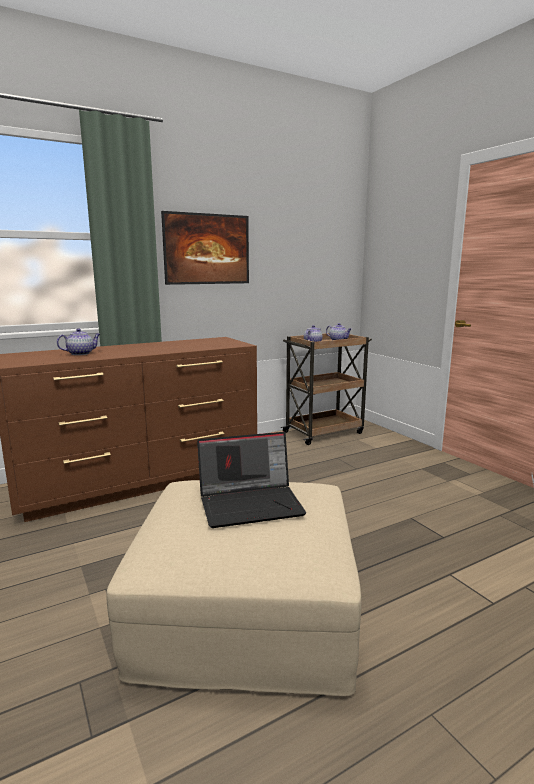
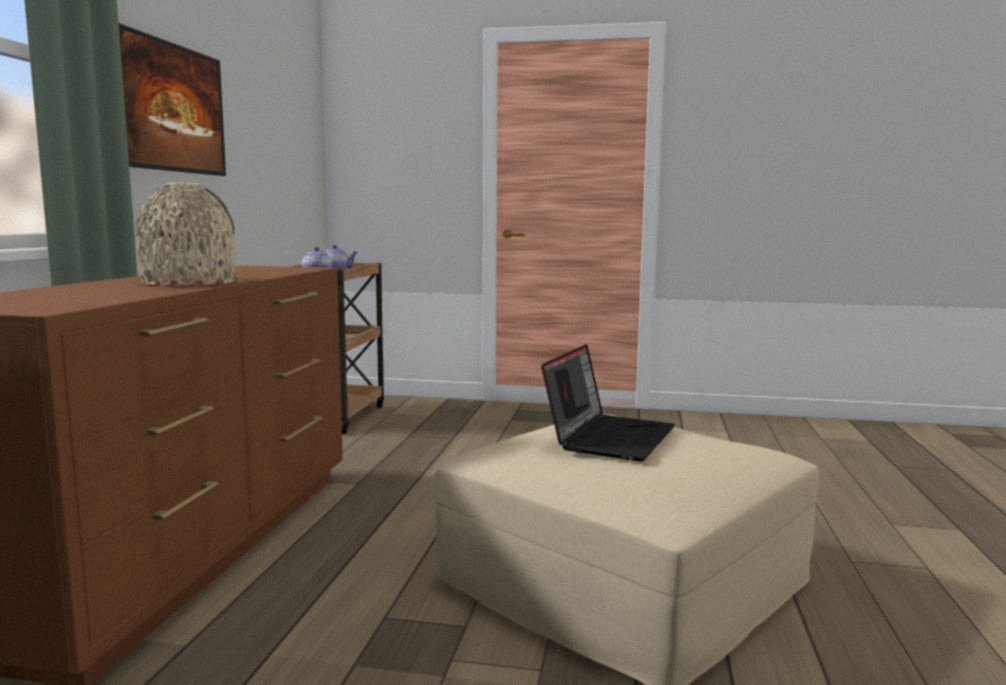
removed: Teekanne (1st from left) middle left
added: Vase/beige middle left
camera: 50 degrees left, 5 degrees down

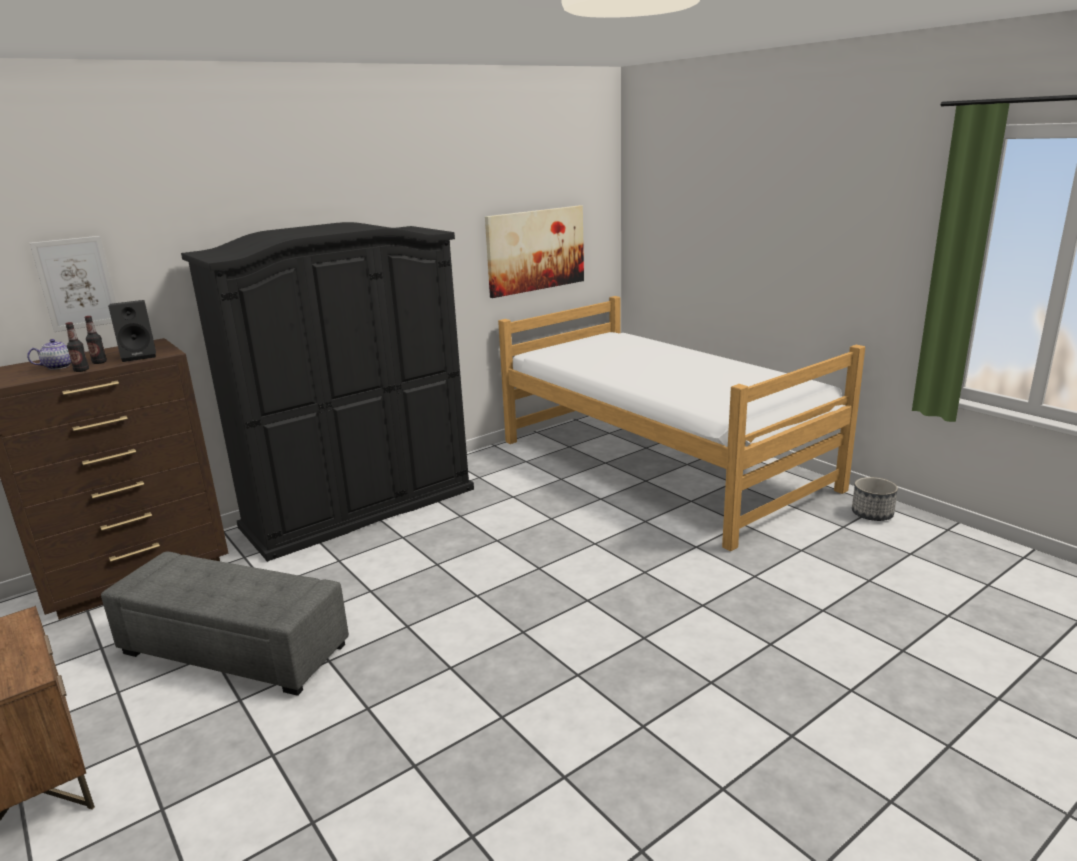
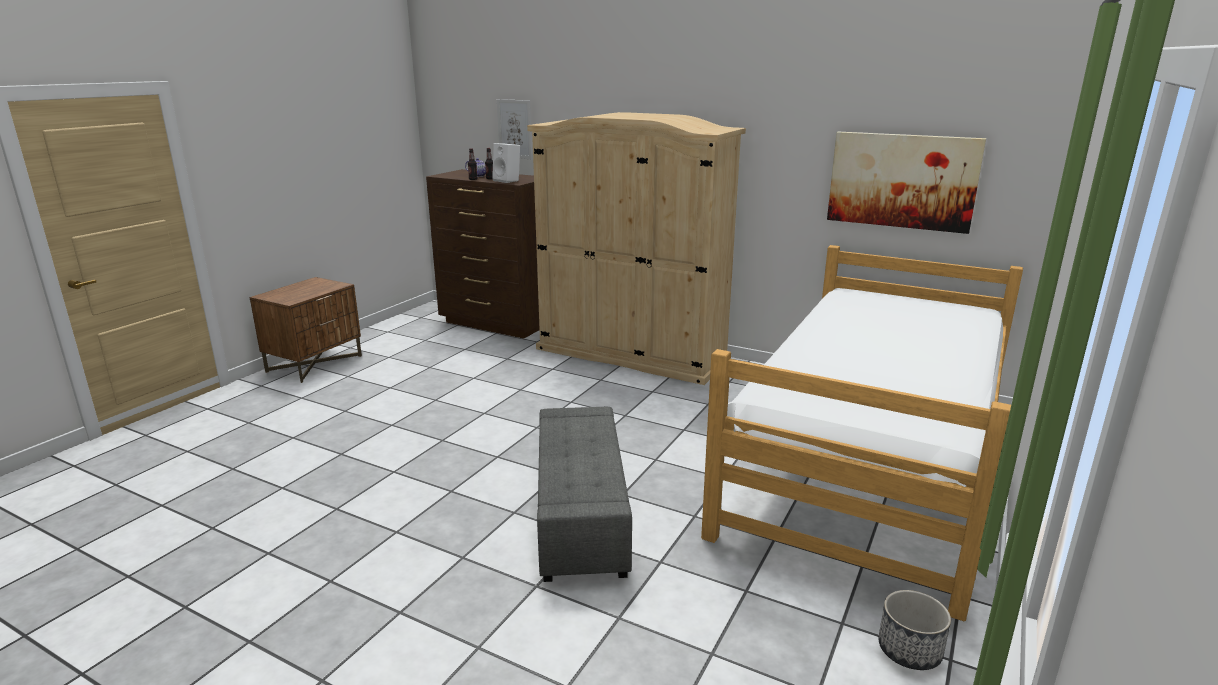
moved: Polsterhocker/grau bottom left to bottom centre
recoloured: Lautsprecher/schwarz middle left to Lautsprecher/weiß top centre; Kleiderschrank/schwarz middle left to Kleiderschrank/beige centre
camera: 65 degrees right, 0 degrees up

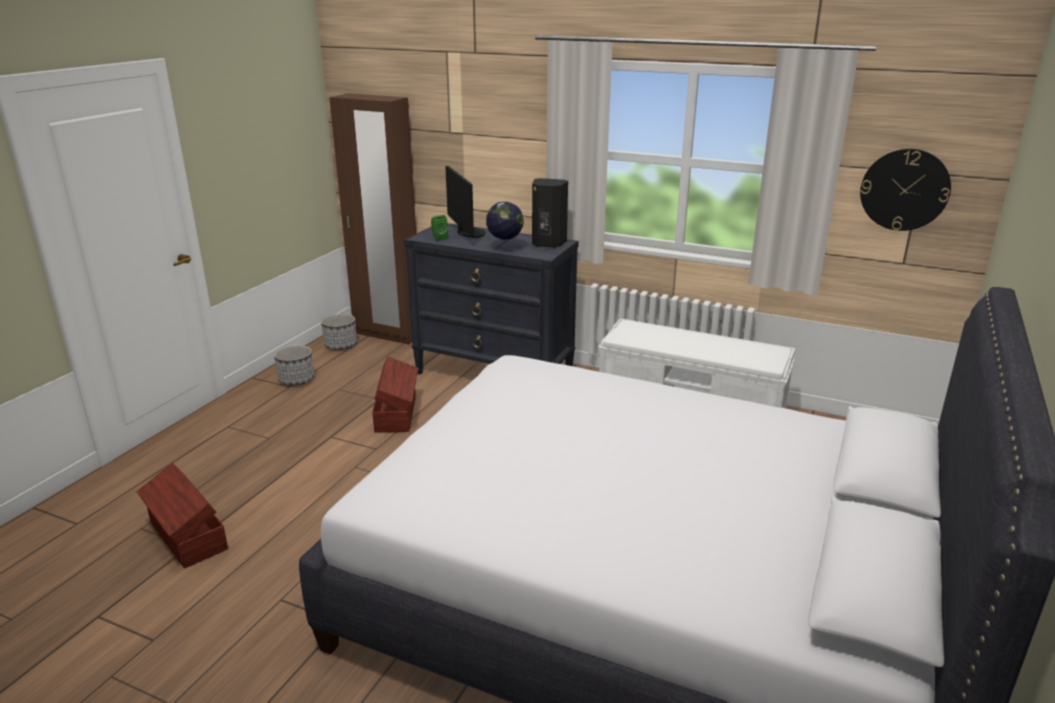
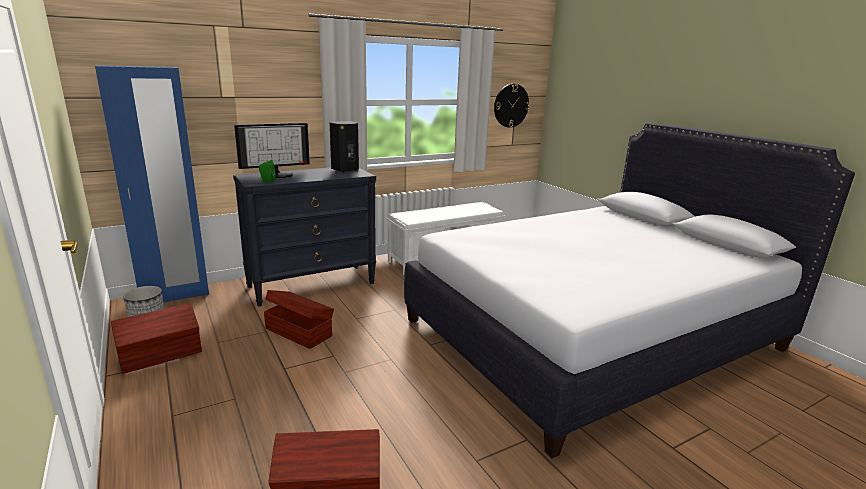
removed: Globus top centre
replaced: Pflanzkübel (1st from left) middle left to Aufbewahrungsbox/braun (1st from left) bottom left
recoloured: Kleiderschrank/braun top centre to Kleiderschrank/blau middle left
turned: Monitor top centre = top left 135 degrees clockwise
camera: 55 degrees left, 5 degrees down

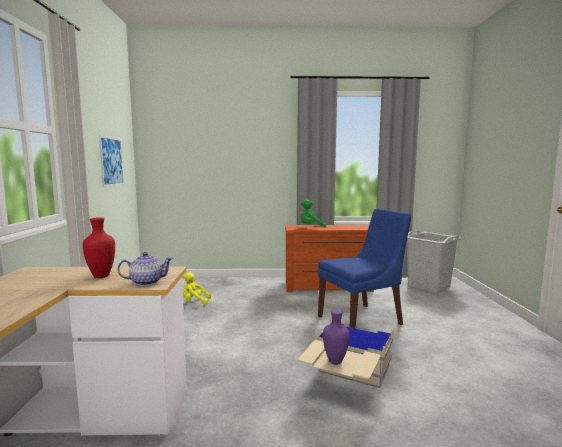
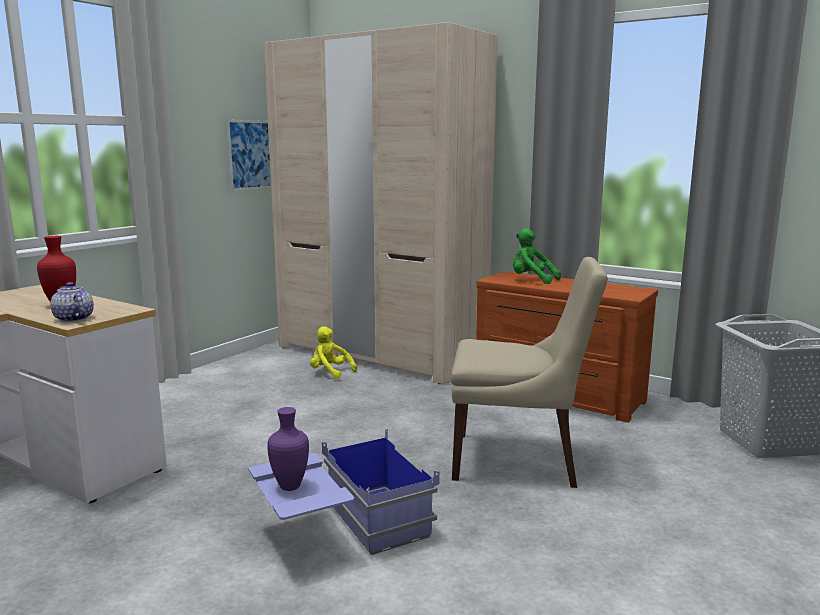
added: Kleiderschrank/beige top centre
recoloured: Aufbewahrungsbox/beige bottom centre to Aufbewahrungsbox/blau bottom centre; Stuhl/blau centre to Stuhl/beige centre
turned: Teekanne middle left = middle left 150 degrees counterclockwise
camera: 35 degrees right, 5 degrees up

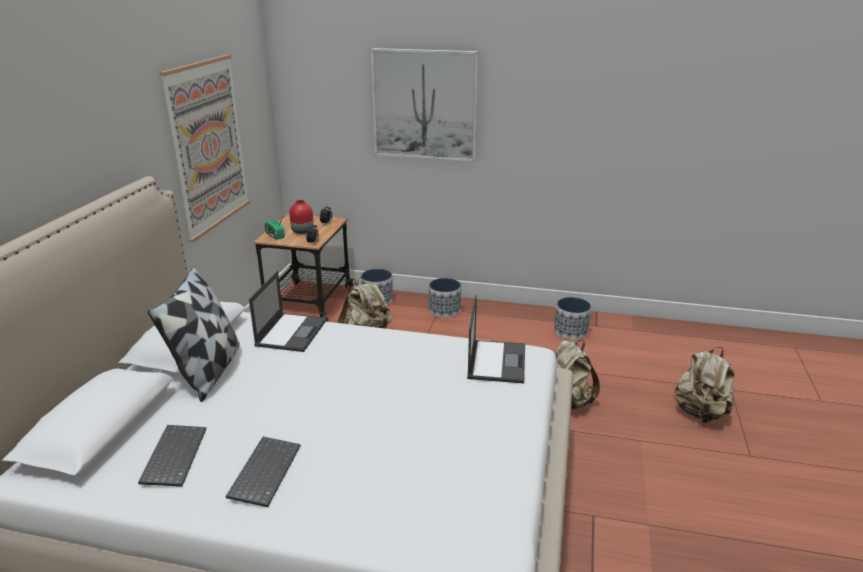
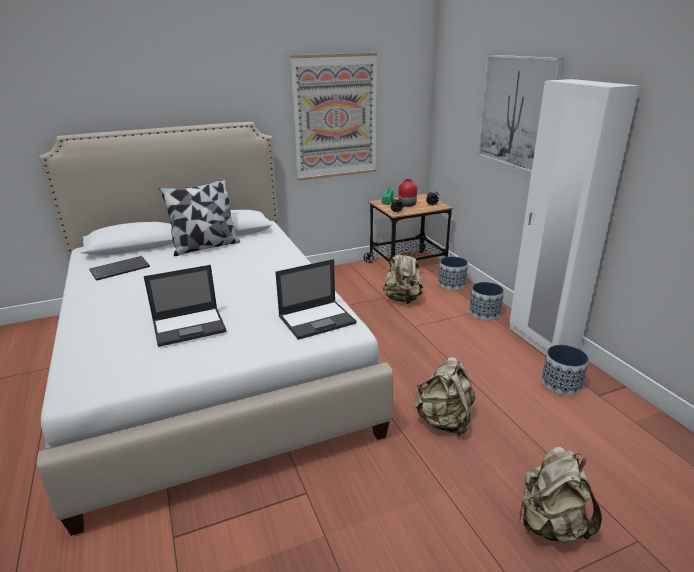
removed: Tastatur (2nd from left) bottom left
added: Kleiderschrank/weiß middle right
moved: Laptop (1st from left) centre to middle left
camera: 55 degrees right, 0 degrees up

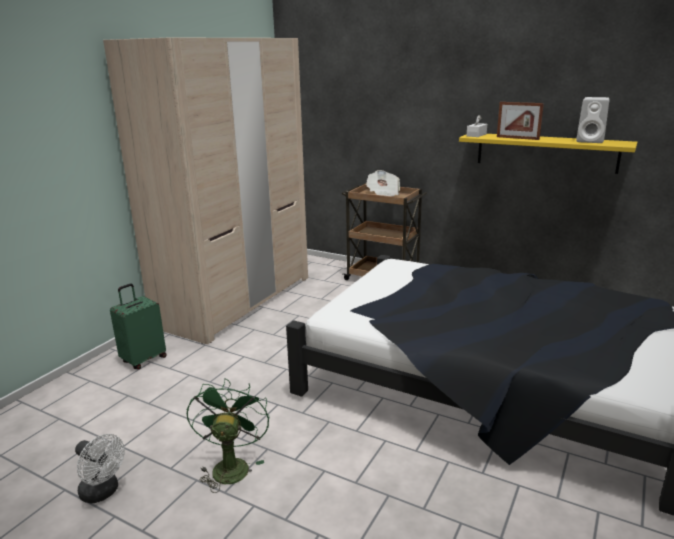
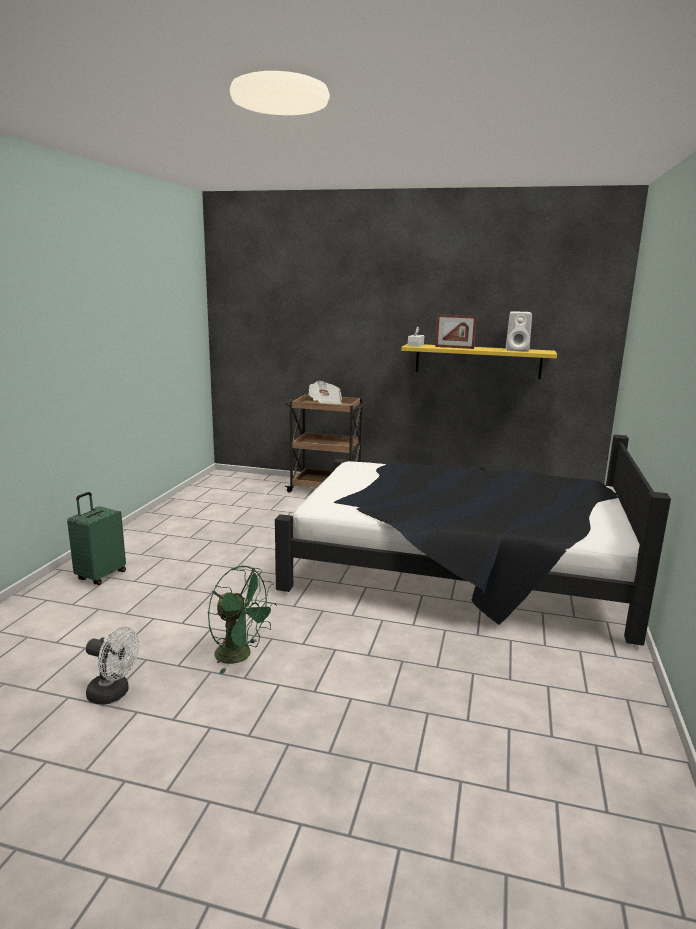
removed: Kleiderschrank/beige middle left
turned: Ventilator/grün bottom centre = bottom centre 135 degrees clockwise
camera: 15 degrees left, 5 degrees down

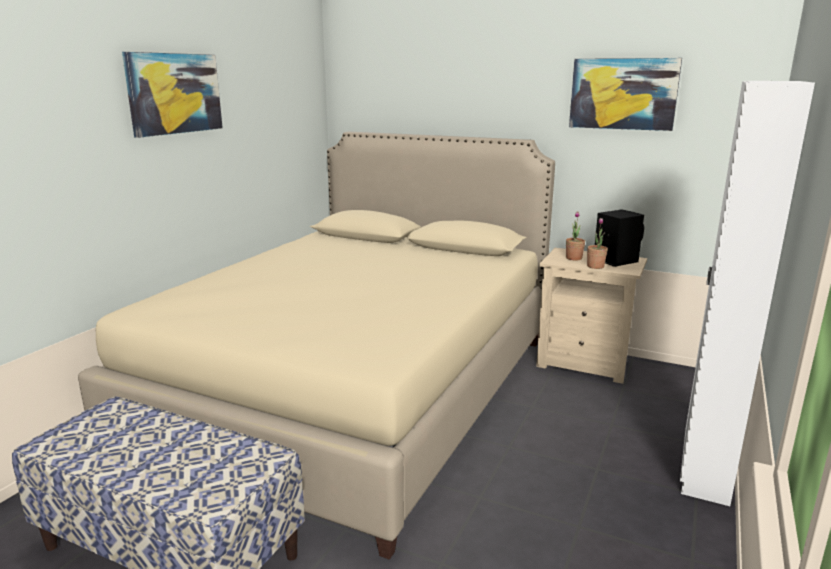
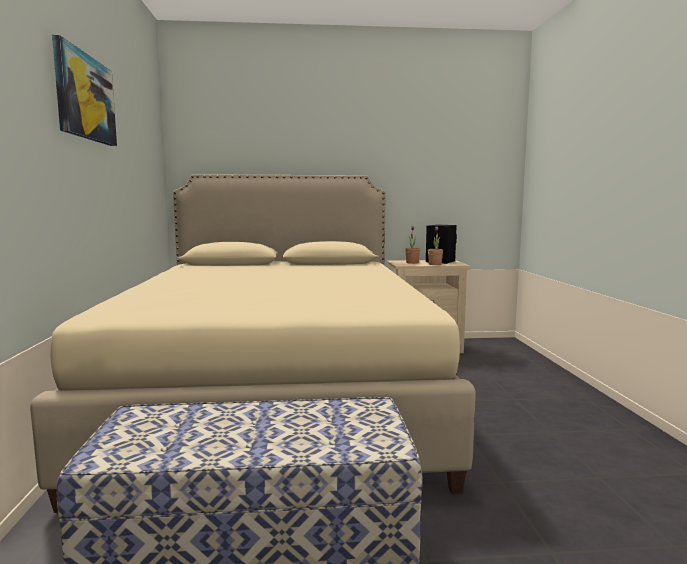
removed: Bild (2nd from left) top right; Kleiderschrank/weiß middle right
camera: 30 degrees left, 10 degrees down

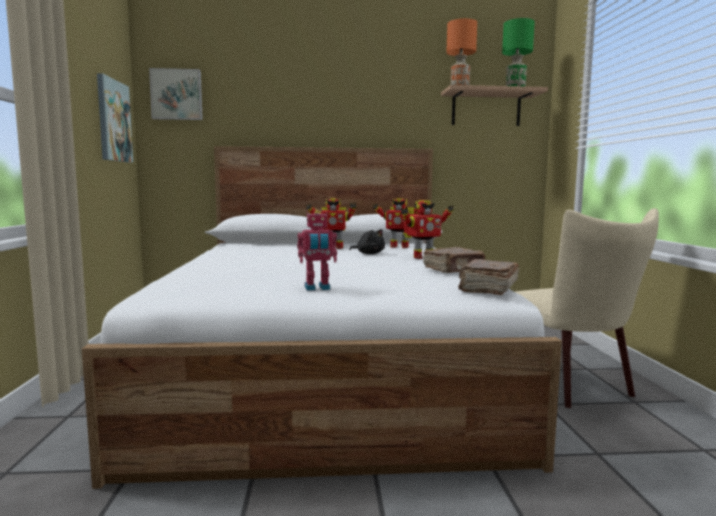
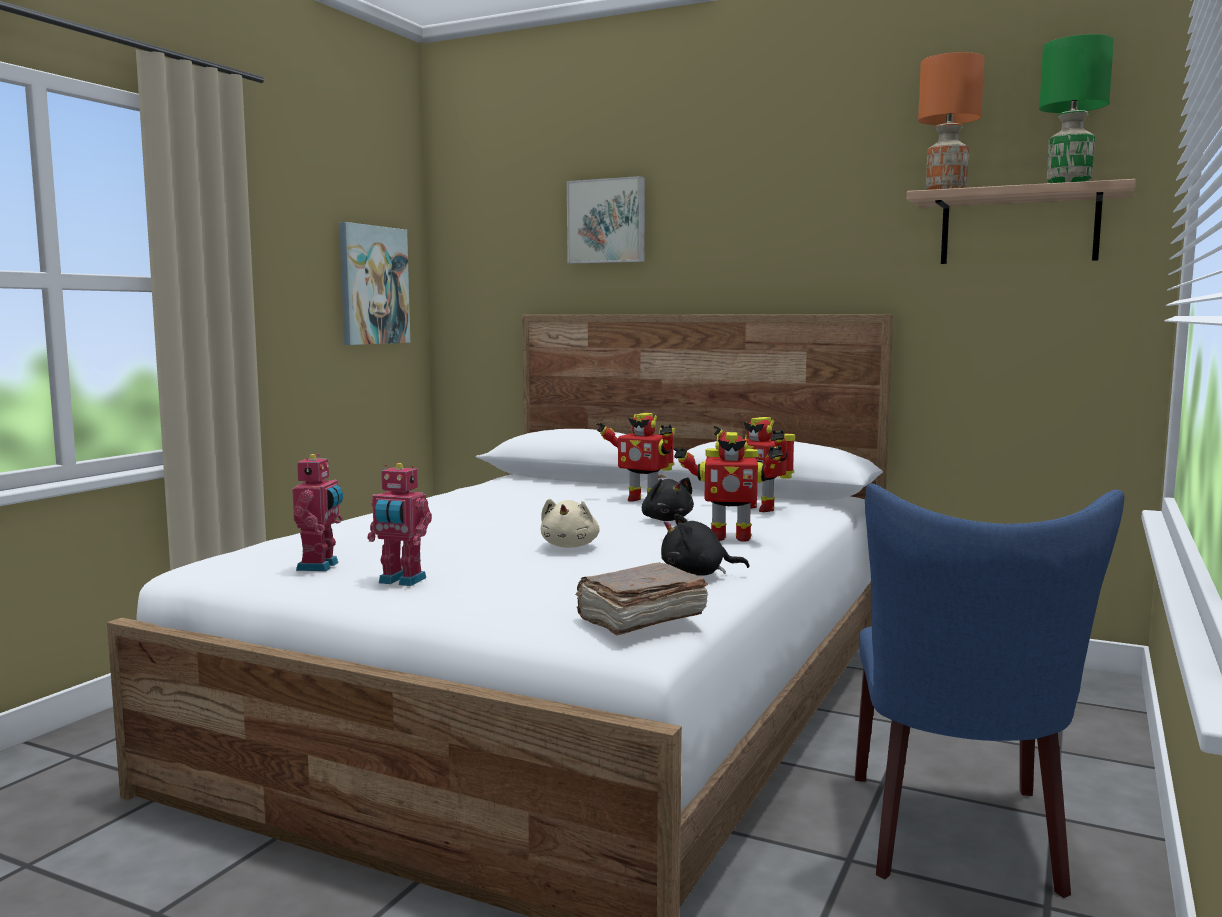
added: Spielzeugroboter (1st from left) middle left; Plüschtier/beige centre
moved: Bild (2nd from left) top left to top centre
replaced: Buch/braun (1st from left) centre to Plüschtier/schwarz (2nd from left) centre
recoloured: Stuhl/beige middle right to Stuhl/blau bottom right
camera: 30 degrees right, 0 degrees up

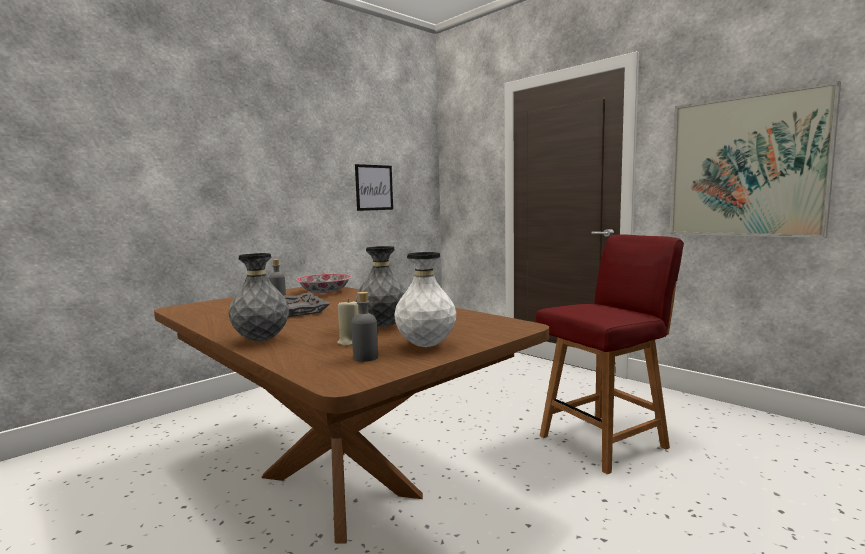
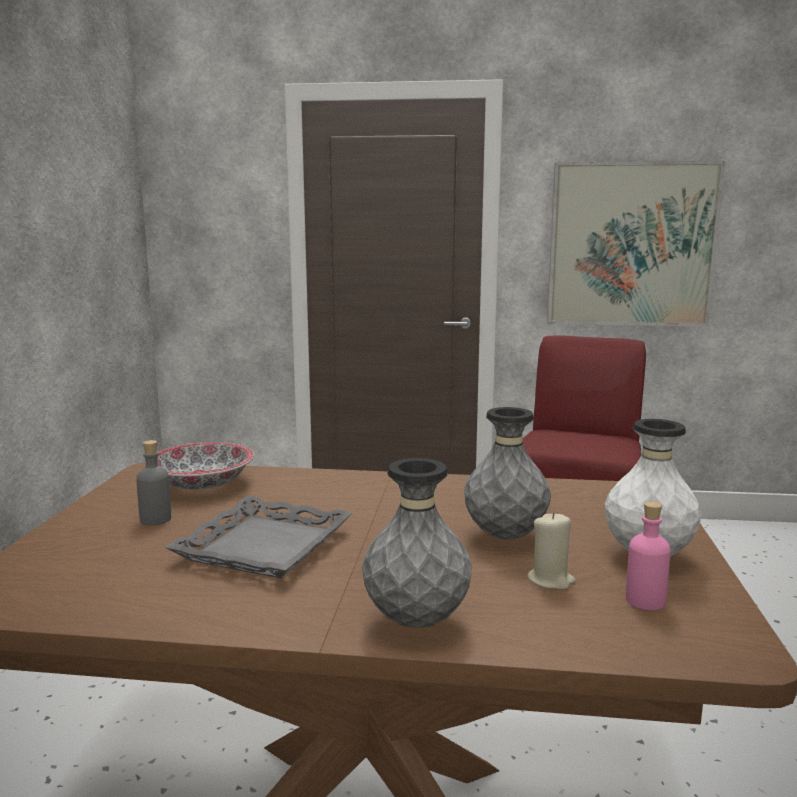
removed: Bild (1st from left) centre
recoloured: Flasche/grau (2nd from left) centre to Flasche/rosa bottom right
camera: 40 degrees left, 5 degrees up

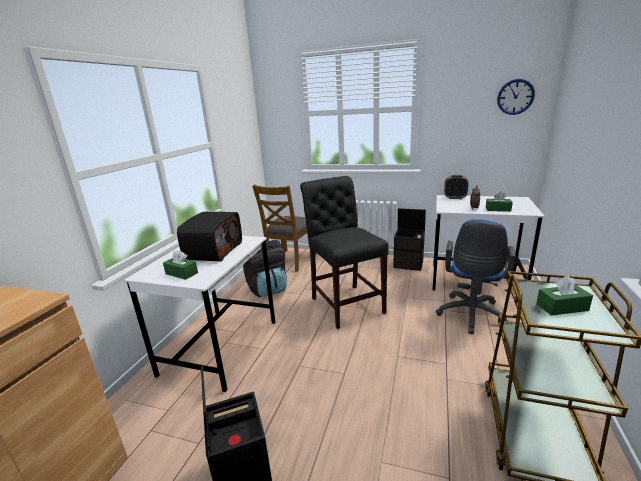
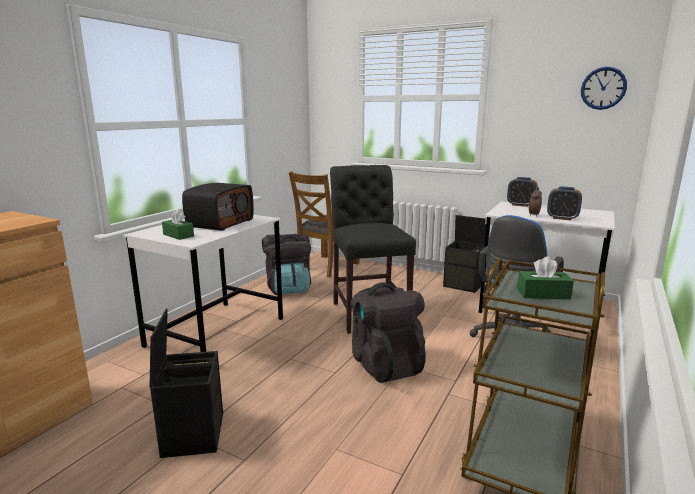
added: Rucksack/schwarz (2nd from left) bottom centre
replaced: Taschentuchbox/grün (2nd from left) middle right to Wecker (3rd from left) middle right
camera: 10 degrees right, 5 degrees down

